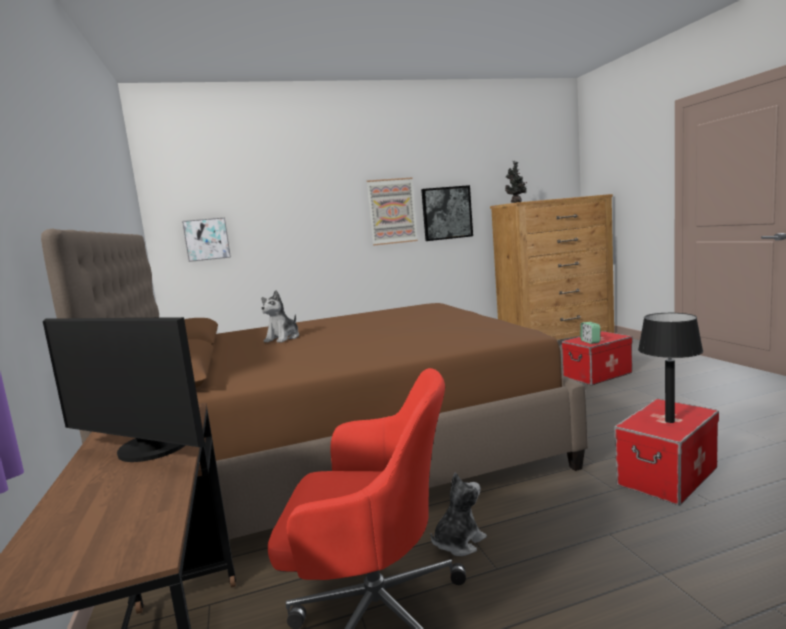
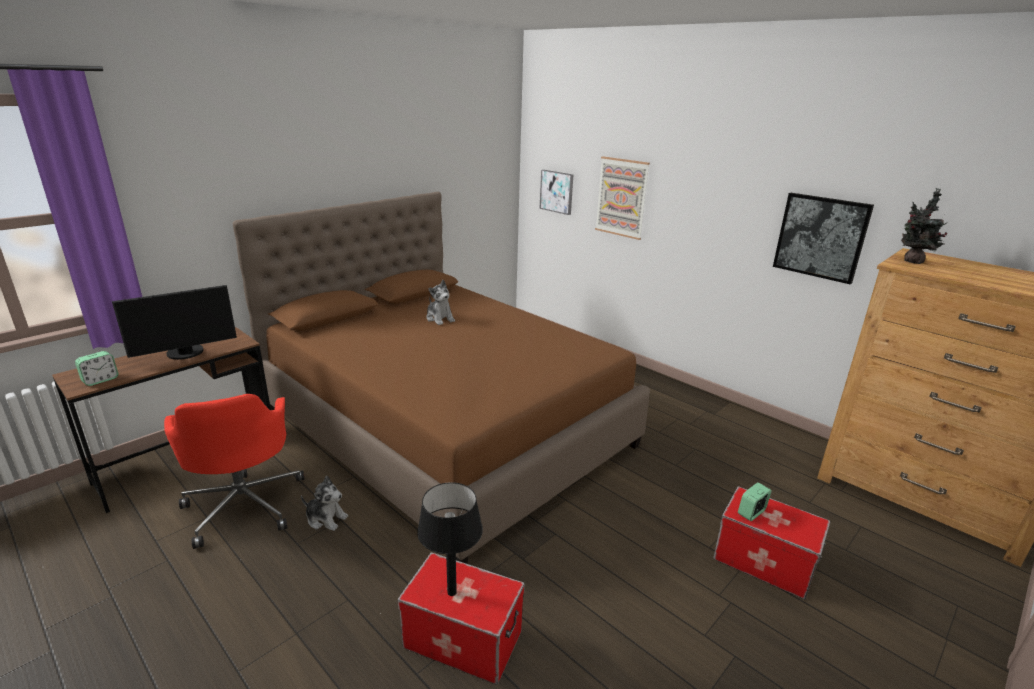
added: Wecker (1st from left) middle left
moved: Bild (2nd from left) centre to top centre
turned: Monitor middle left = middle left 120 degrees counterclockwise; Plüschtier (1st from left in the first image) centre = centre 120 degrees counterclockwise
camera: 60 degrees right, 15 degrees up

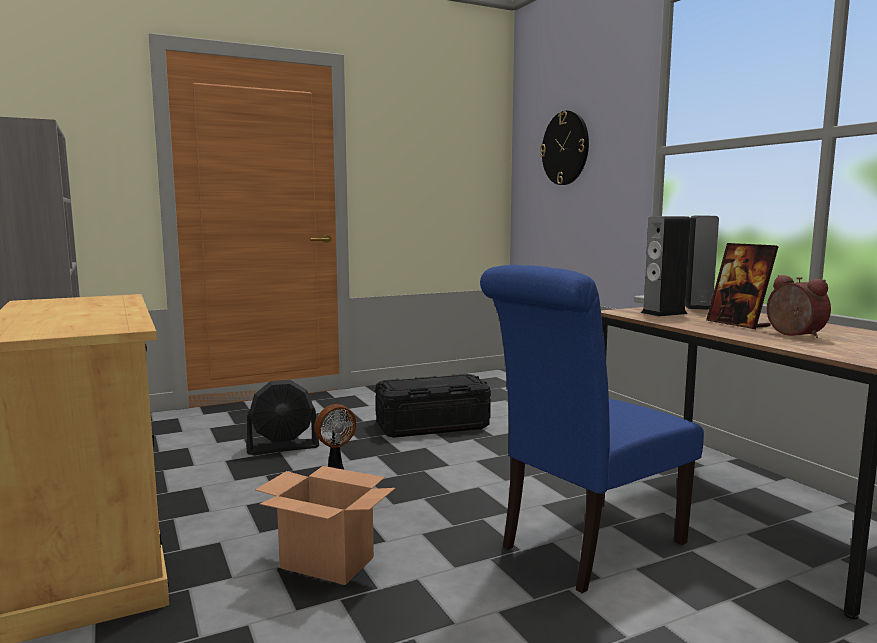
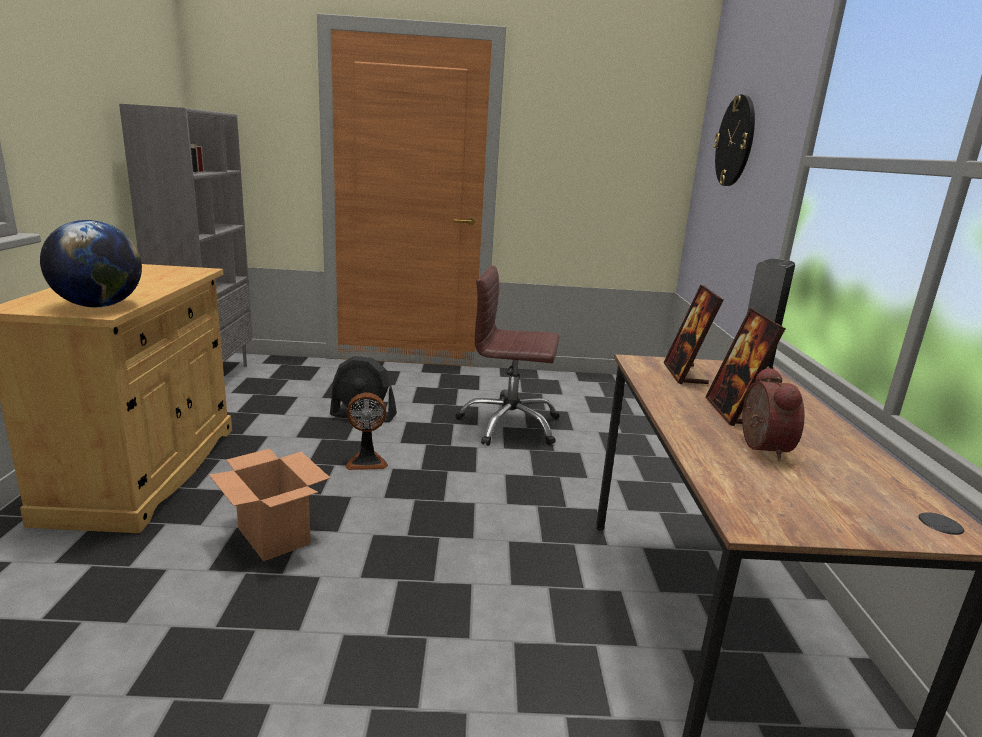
removed: Stuhl/blau bottom right
added: Globus middle left
replaced: Aufbewahrungsbox/schwarz centre to Bürostuhl/braun centre; Lautsprecher (1st from left) middle right to Bilderrahmen (1st from left) middle right
camera: 25 degrees right, 10 degrees up

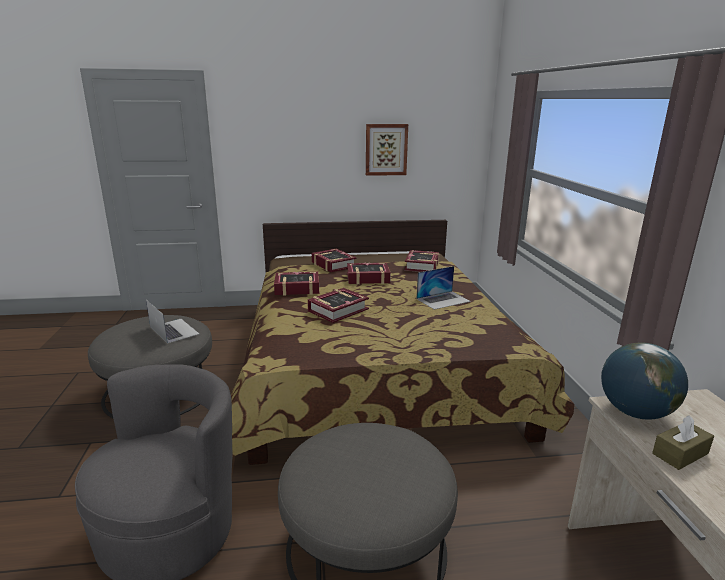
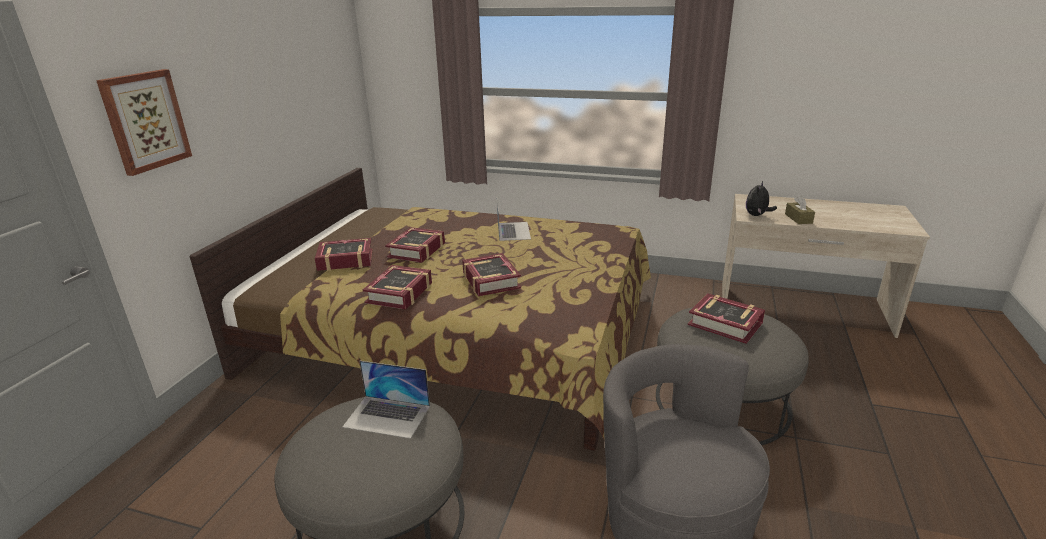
moved: Bild top centre to top left; Buch (5th from left) centre to middle right
replaced: Globus middle right to Plüschtier middle right
turned: Laptop (1st from left) middle left = bottom centre 150 degrees counterclockwise
camera: 65 degrees left, 5 degrees up

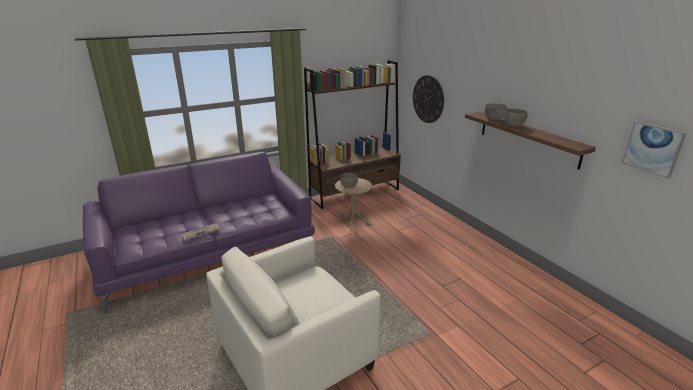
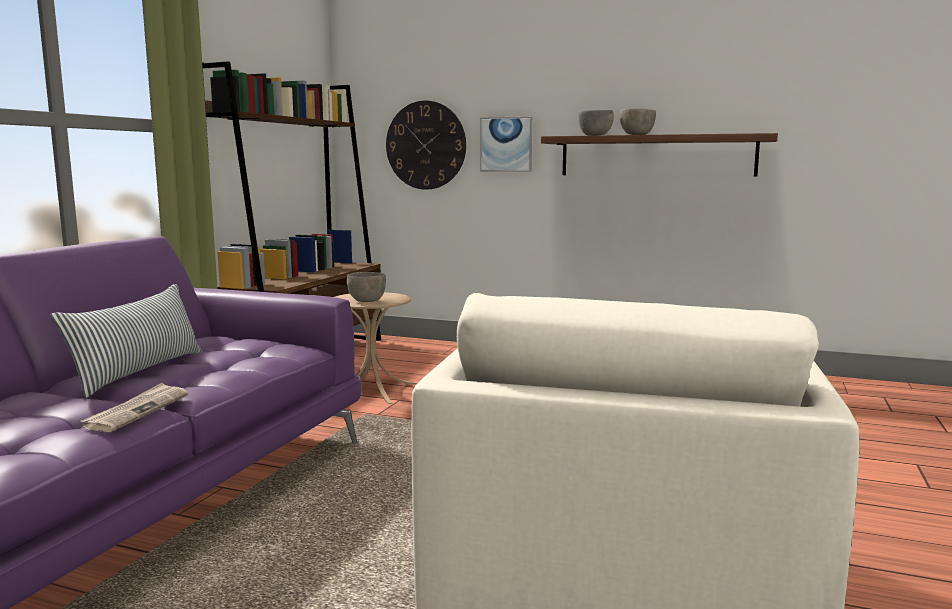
added: Kissen middle left
moved: Bild middle right to top centre
camera: 40 degrees left, 15 degrees down

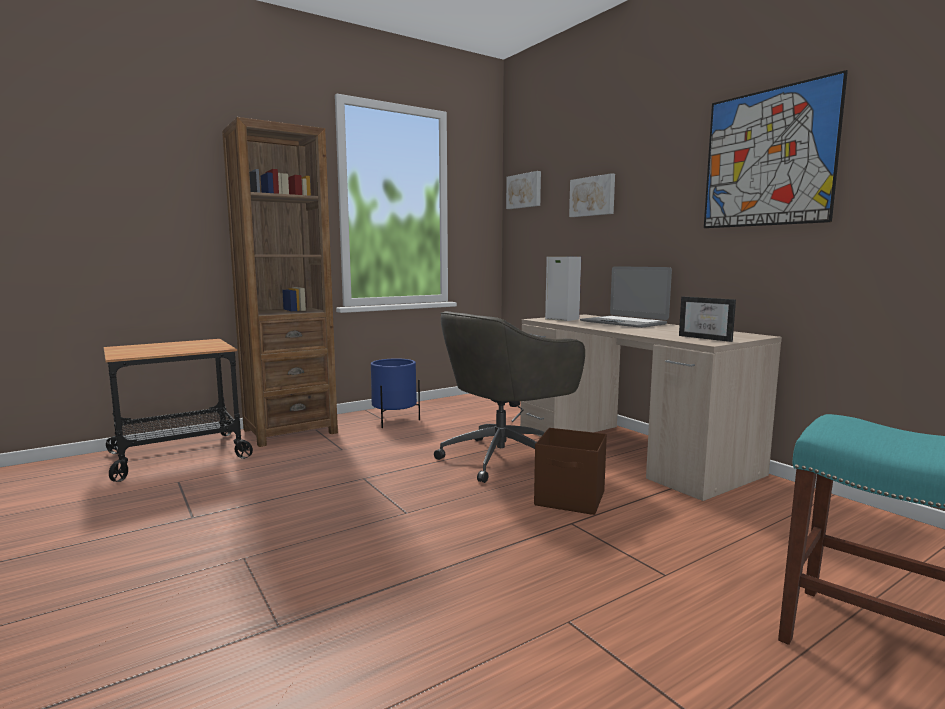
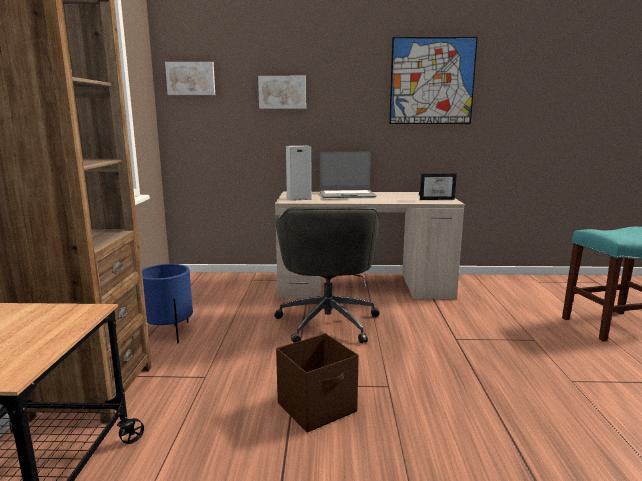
moved: Aufbewahrungsbox/braun centre to bottom centre
camera: 55 degrees left, 5 degrees up

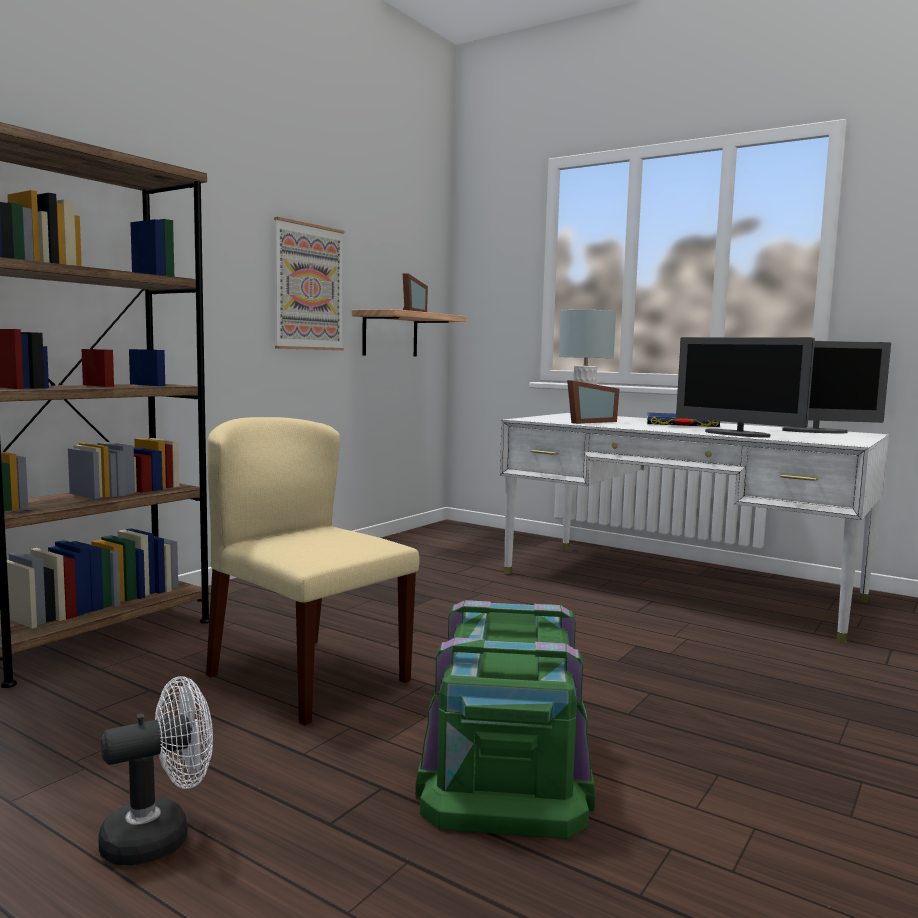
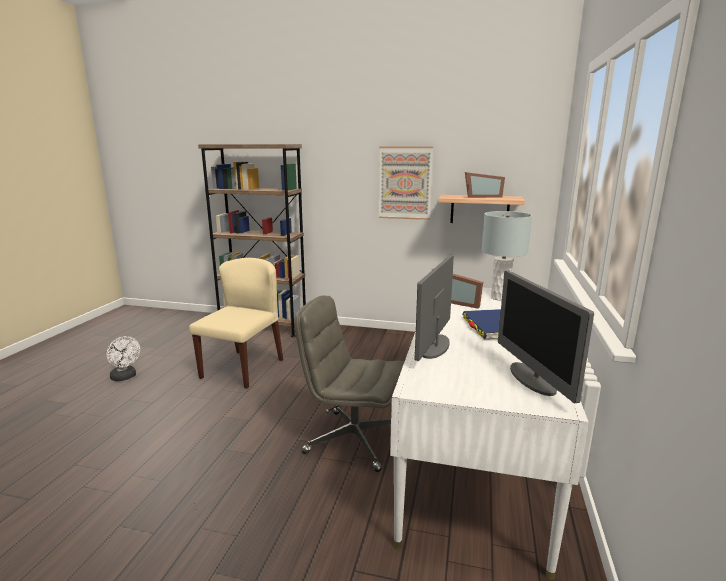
removed: Aufbewahrungsbox/grün bottom centre
added: Bürostuhl/grau centre
camera: 70 degrees right, 10 degrees up

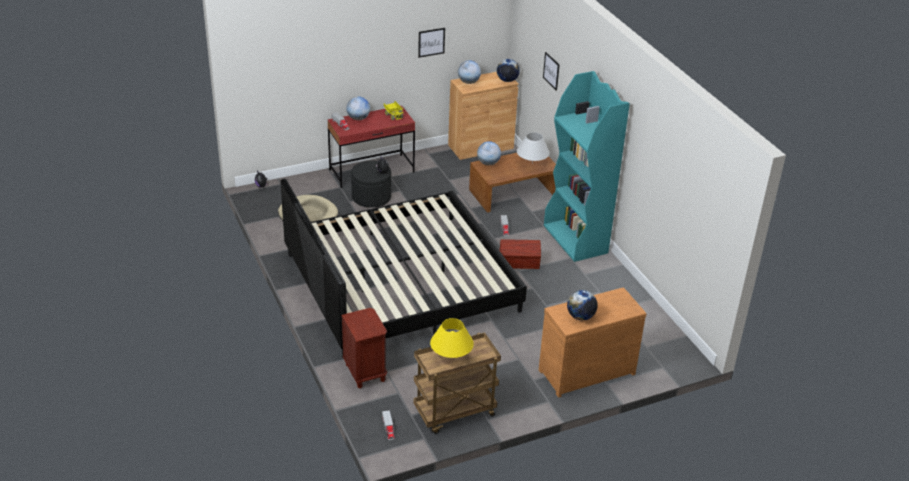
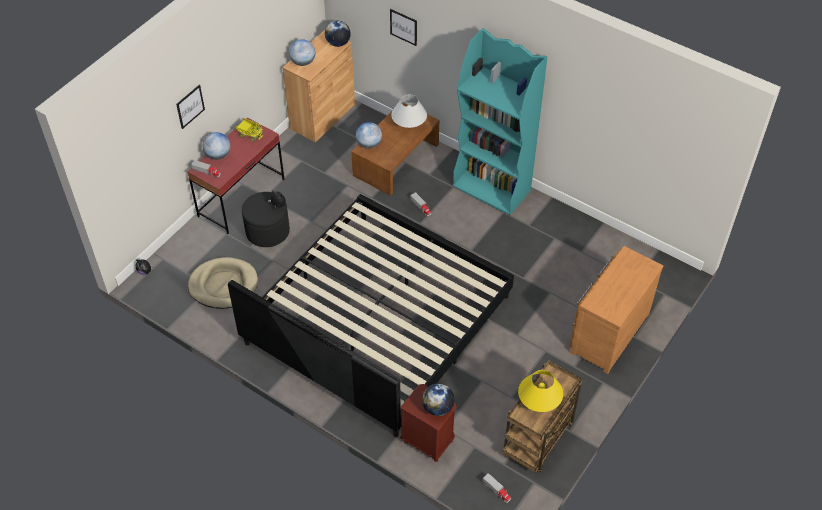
removed: Aufbewahrungsbox/braun centre
moved: Bild (1st from left) top centre to top left; Globus (5th from left) centre to bottom centre
camera: 30 degrees left, 15 degrees up

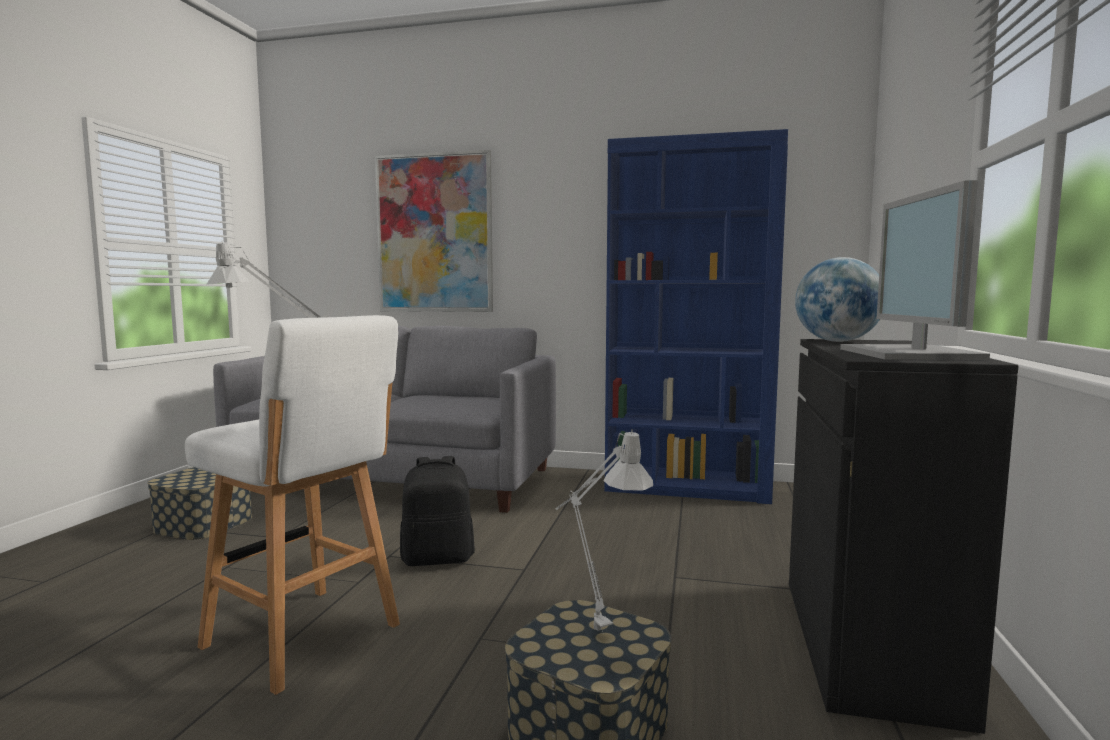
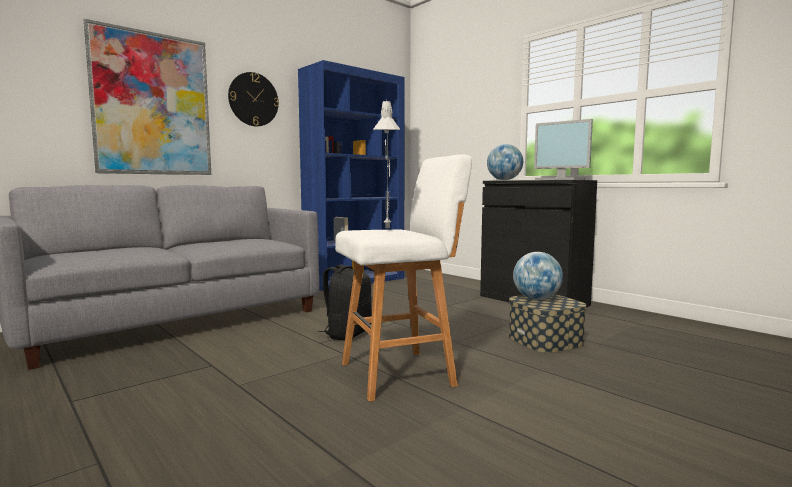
removed: Aufbewahrungsbox (1st from left) bottom left
added: Wanduhr top left
replaced: Tischlampe/grau (2nd from left) bottom centre to Globus (2nd from left) middle right
camera: 55 degrees left, 0 degrees up

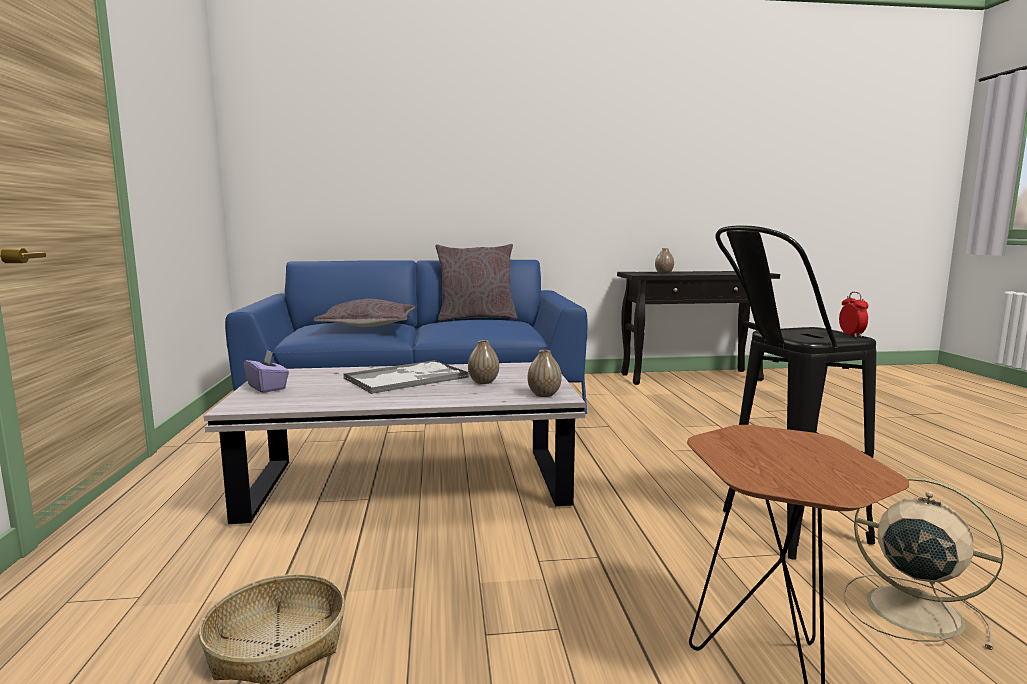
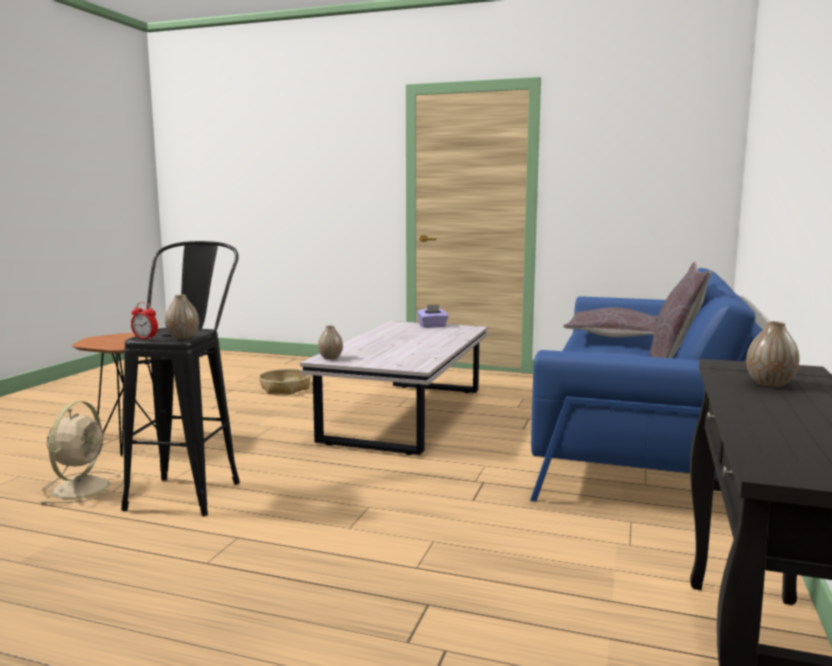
removed: Tablett centre
moved: Vase (1st from left) centre to middle left
turned: Ventilator/beige bottom right = bottom left 60 degrees counterclockwise
camera: 115 degrees right, 0 degrees up

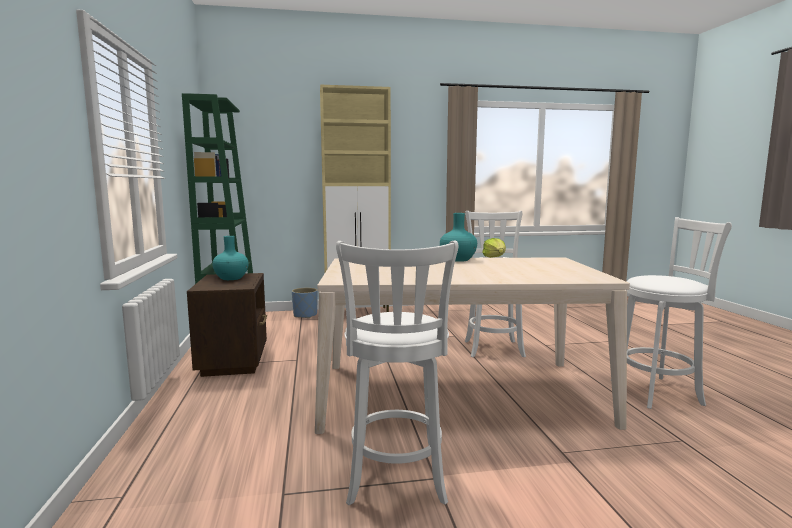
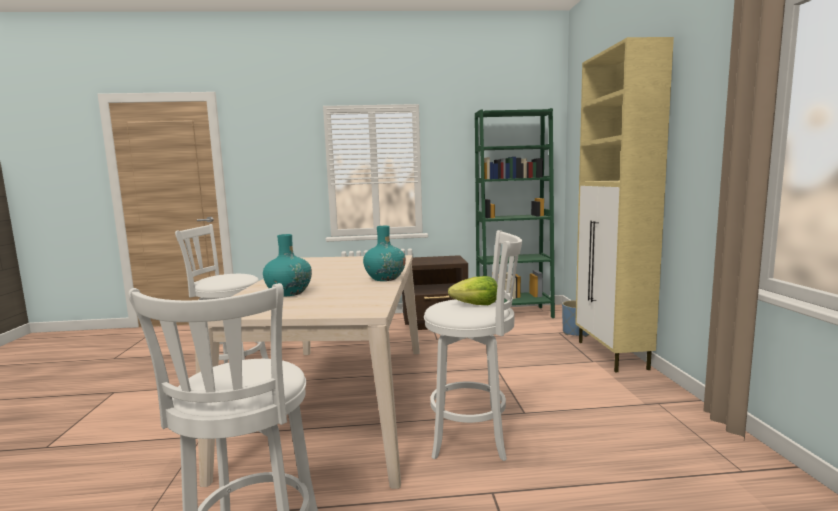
moved: Vase/türkis (1st from left) middle left to centre
camera: 95 degrees right, 0 degrees up

